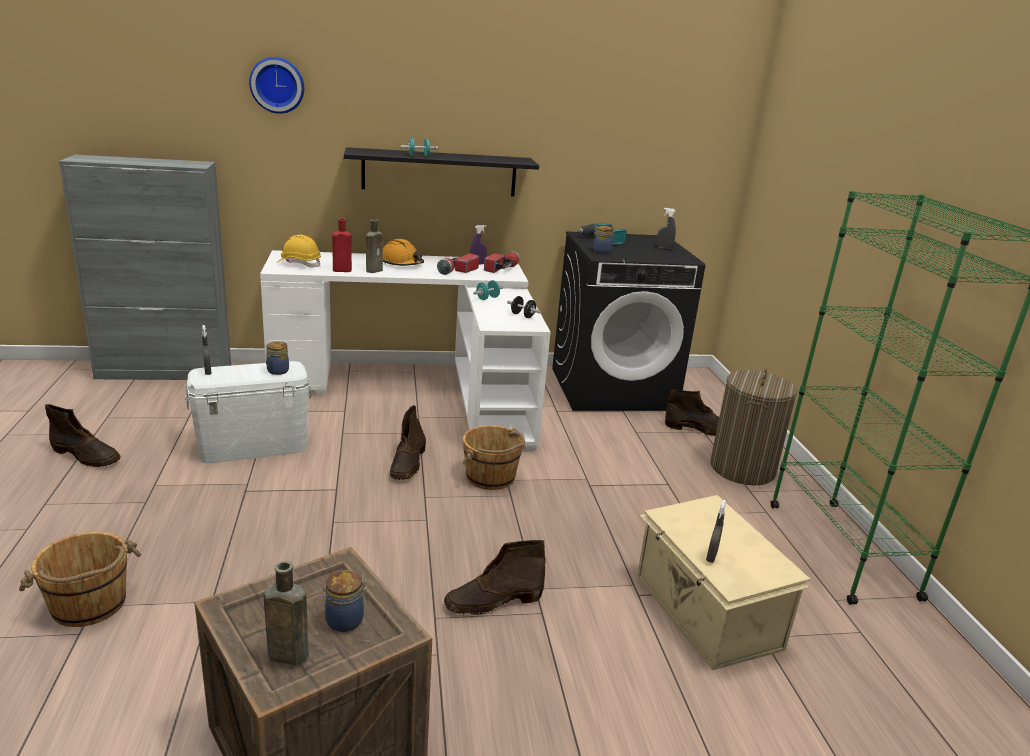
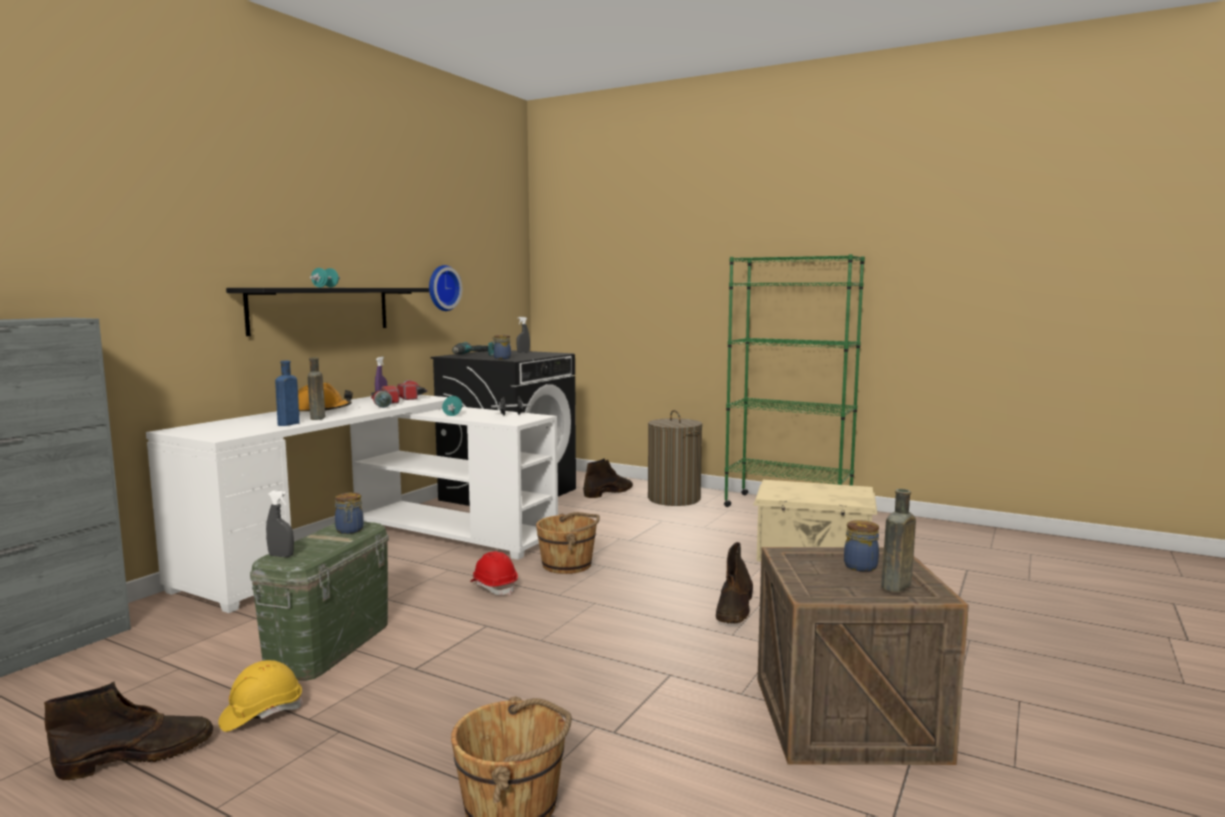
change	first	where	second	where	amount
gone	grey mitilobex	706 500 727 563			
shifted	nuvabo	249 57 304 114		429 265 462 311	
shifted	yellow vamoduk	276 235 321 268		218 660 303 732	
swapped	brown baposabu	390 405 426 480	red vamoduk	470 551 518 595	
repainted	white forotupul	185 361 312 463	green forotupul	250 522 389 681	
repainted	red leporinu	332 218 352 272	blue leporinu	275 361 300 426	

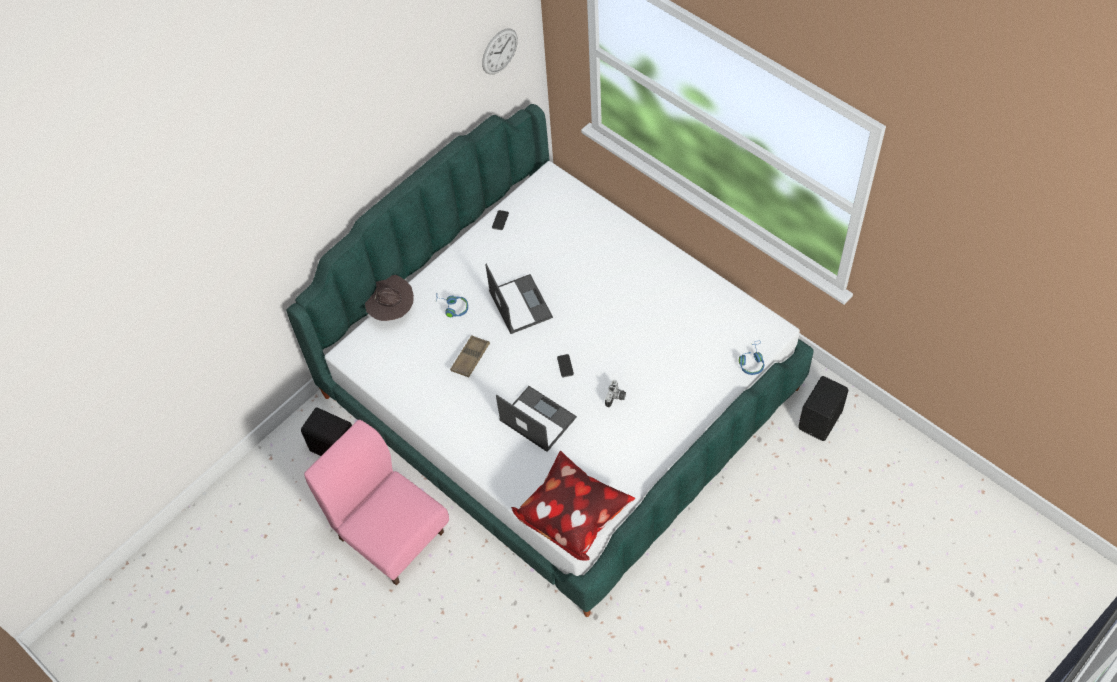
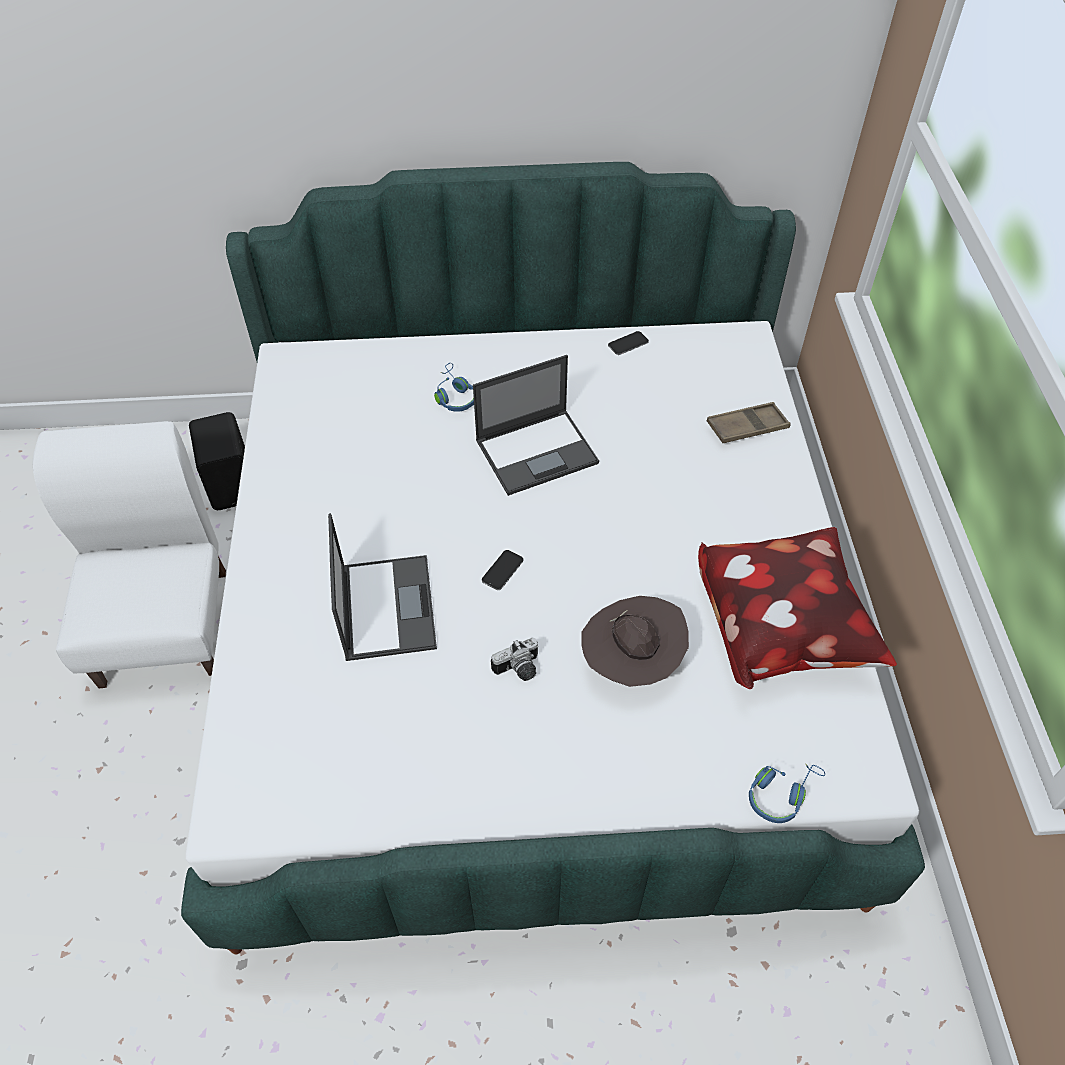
change	first	where	second	where	amount
gone	nuvabo	482 28 518 75			
gone	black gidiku	798 376 848 441			
shifted	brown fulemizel	365 275 414 321		581 596 689 687	
shifted	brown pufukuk	450 335 490 377		707 402 791 443	
shifted	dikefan	511 451 635 560		698 527 897 689	
repainted	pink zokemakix	304 420 449 586	white zokemakix	33 421 226 688	
rotated	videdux	485 264 553 334		473 355 599 496	45 degrees clockwise

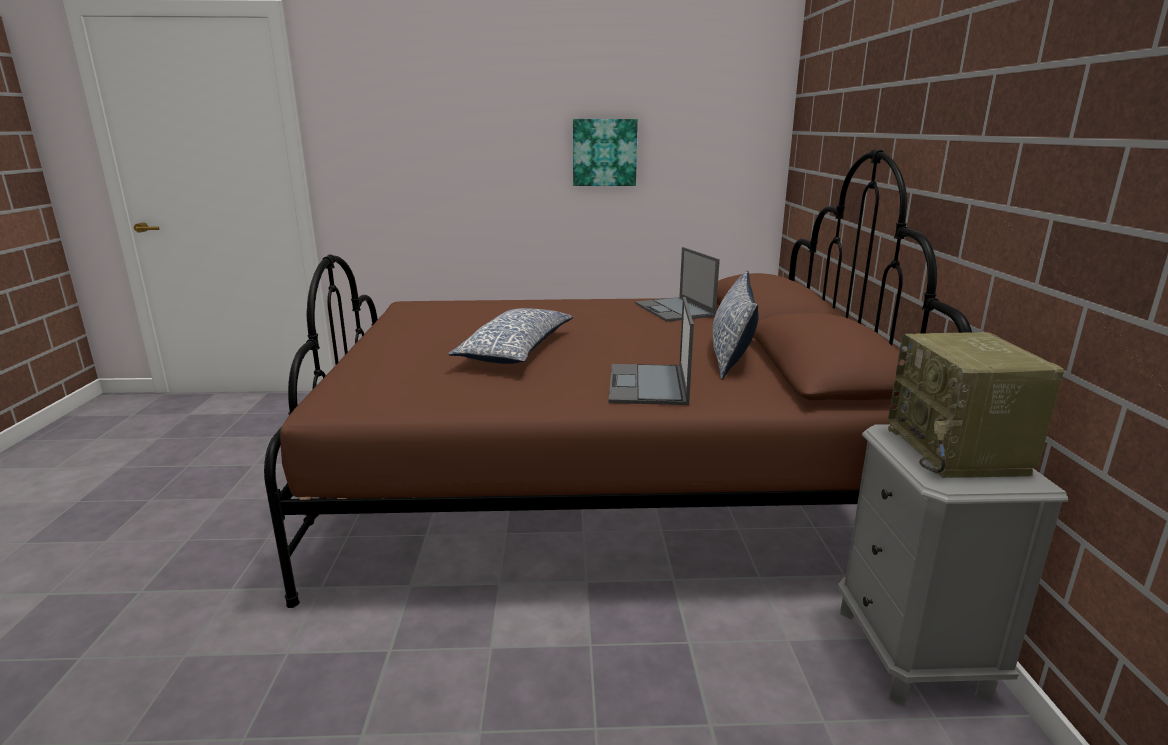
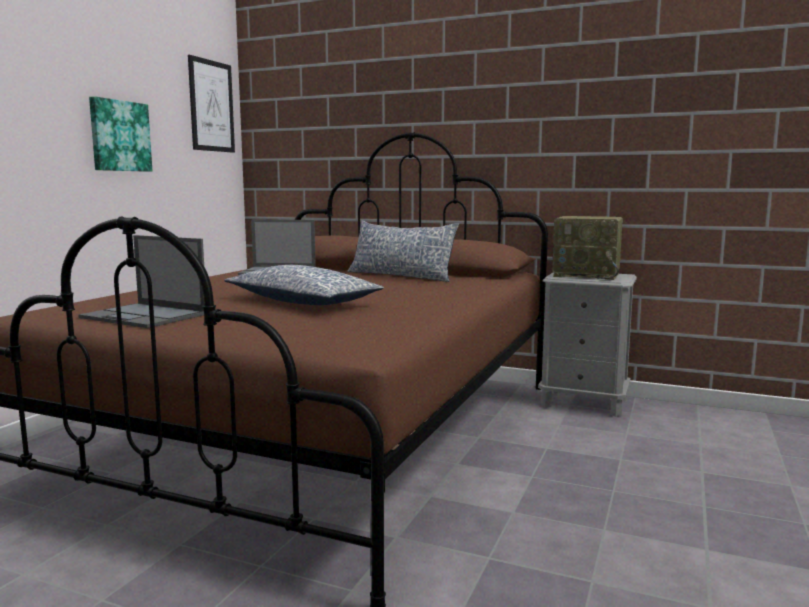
change	first	where	second	where	amount
new			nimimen	188 55 235 153	
shifted	videdux	609 297 694 405		78 235 204 328	

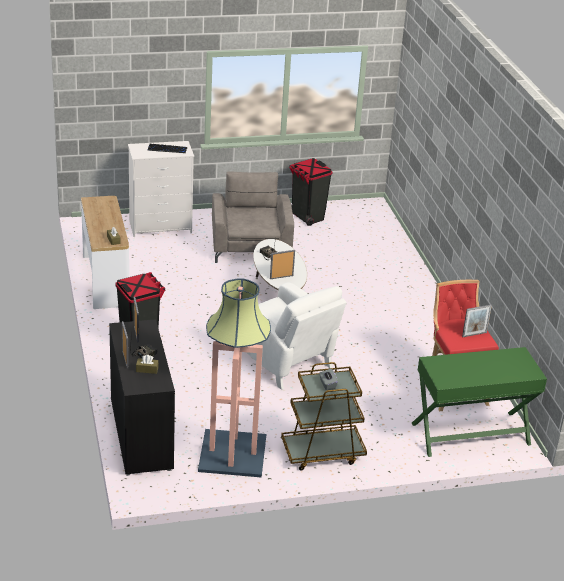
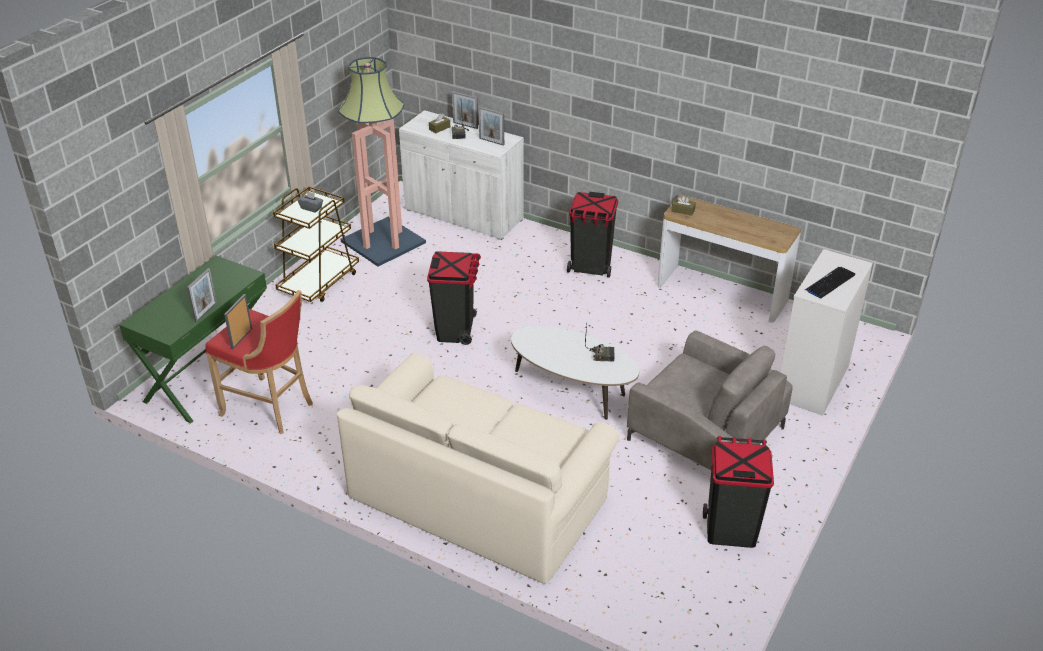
change	first	where	second	where	amount
new			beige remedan	337 353 619 584	
shifted	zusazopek	270 250 295 279		187 268 217 322	
swapped	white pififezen	246 282 346 390	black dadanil	427 251 481 345	
repainted	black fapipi	109 319 175 476	white fapipi	399 110 524 240	

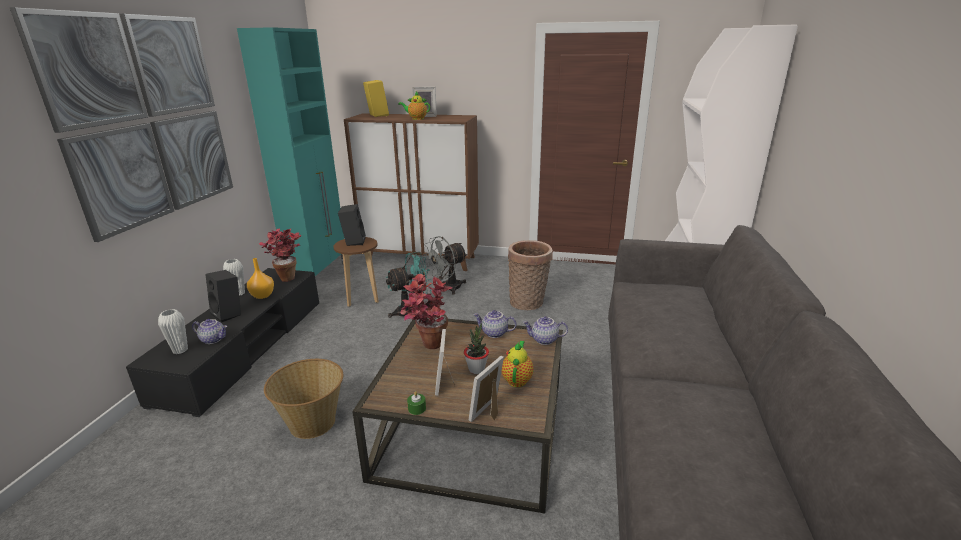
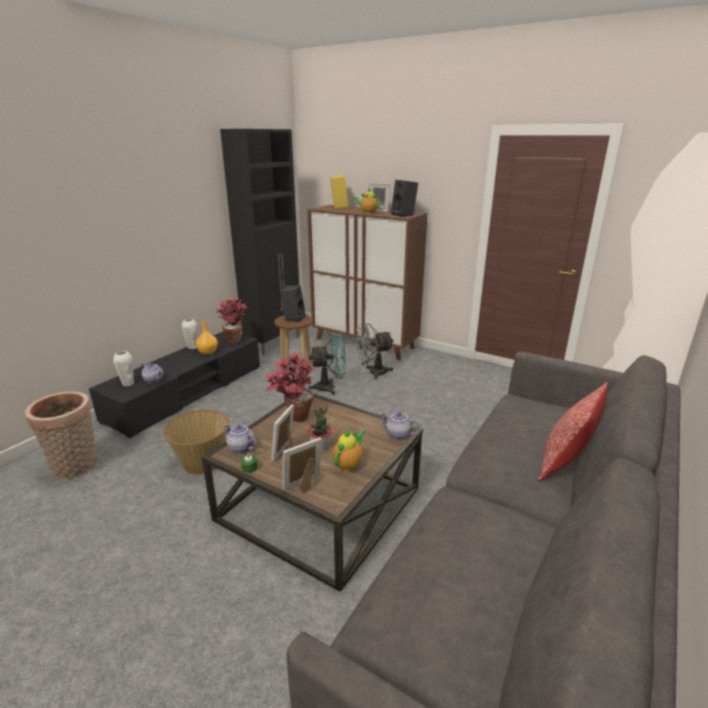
change	first	where	second	where	amount
gone	nimimen	9 7 233 242			
new			dikefan	538 382 608 482	
shifted	black gidiku	205 270 241 322		391 180 418 217	
shifted	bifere	473 310 516 338		223 424 257 454	
shifted	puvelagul	508 240 553 310		25 391 98 479	
repainted	turquoise fapipi	237 27 345 276	black fapipi	220 129 299 355	

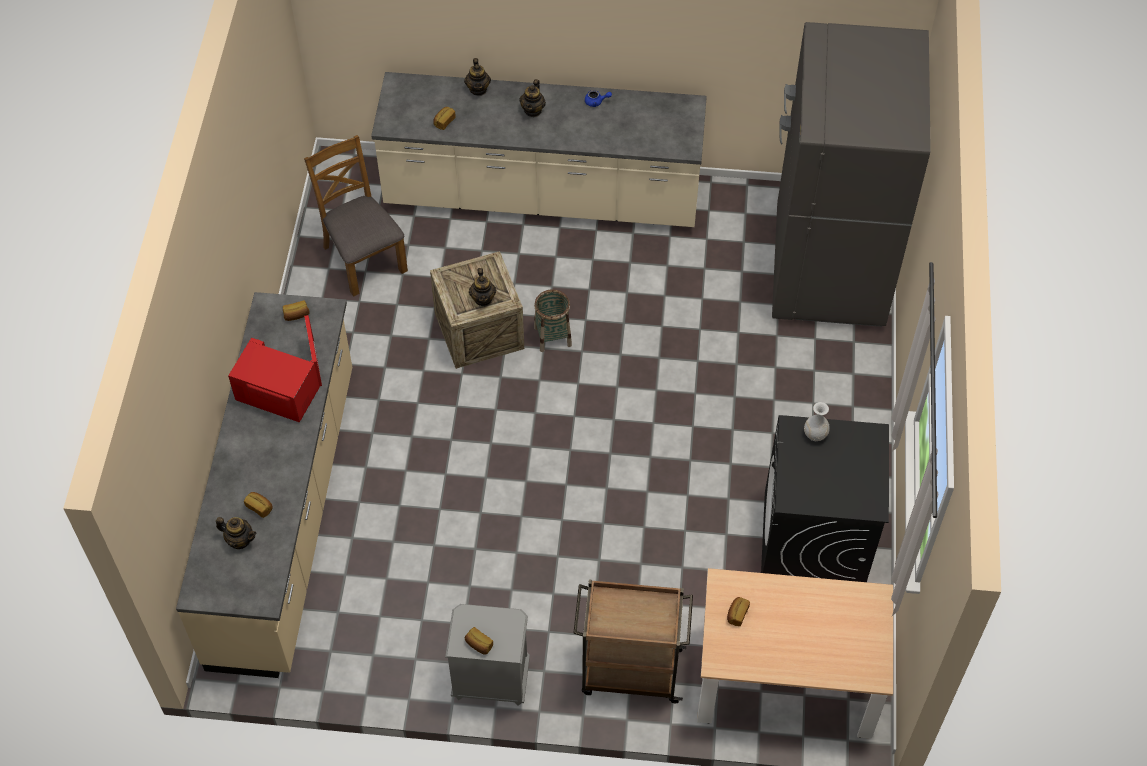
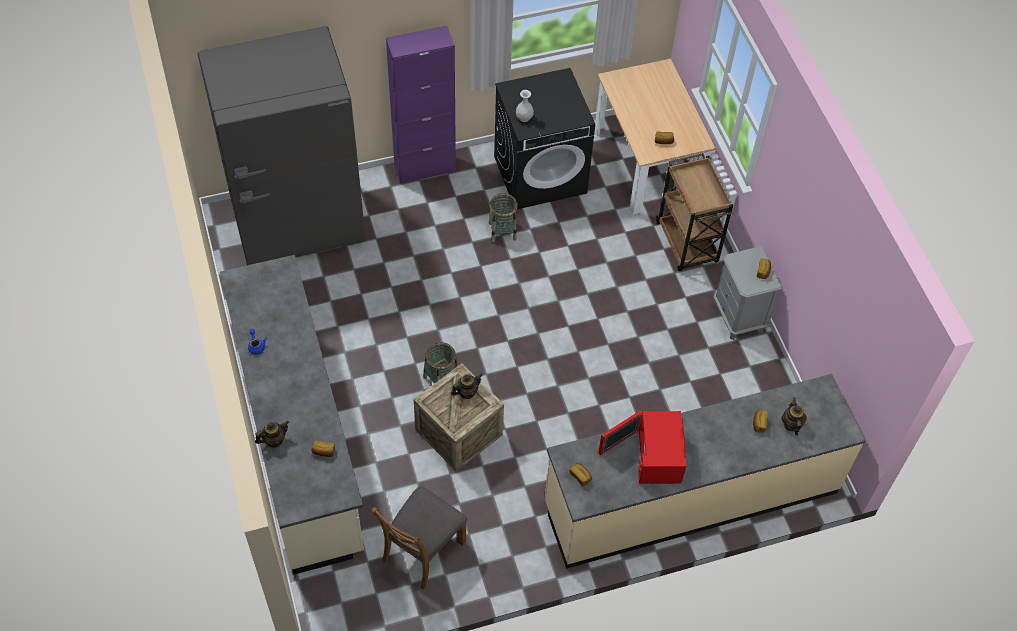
change	first	where	second	where	amount
gone	bifere	520 79 546 117			
new			purple fapipi	386 25 456 184	
new			puvelagul	489 193 518 242	

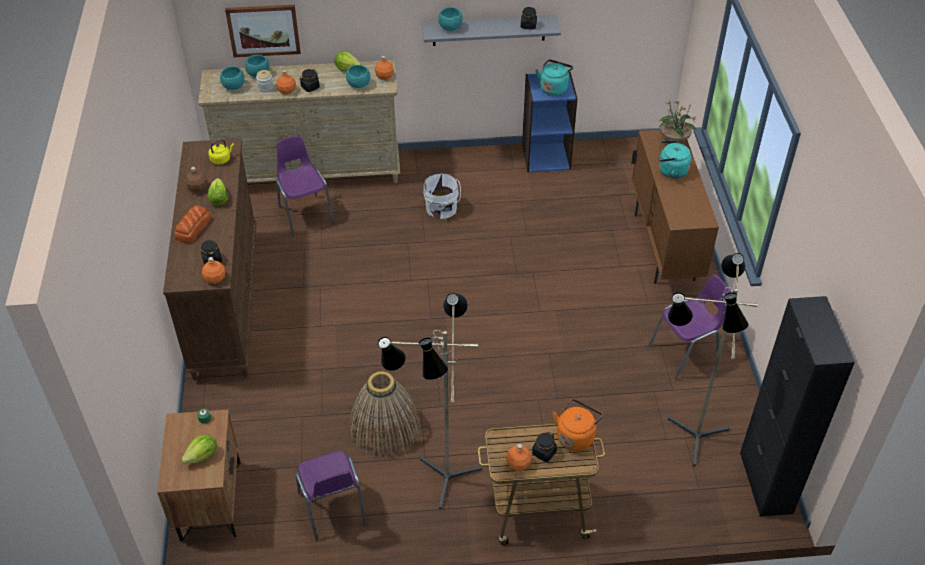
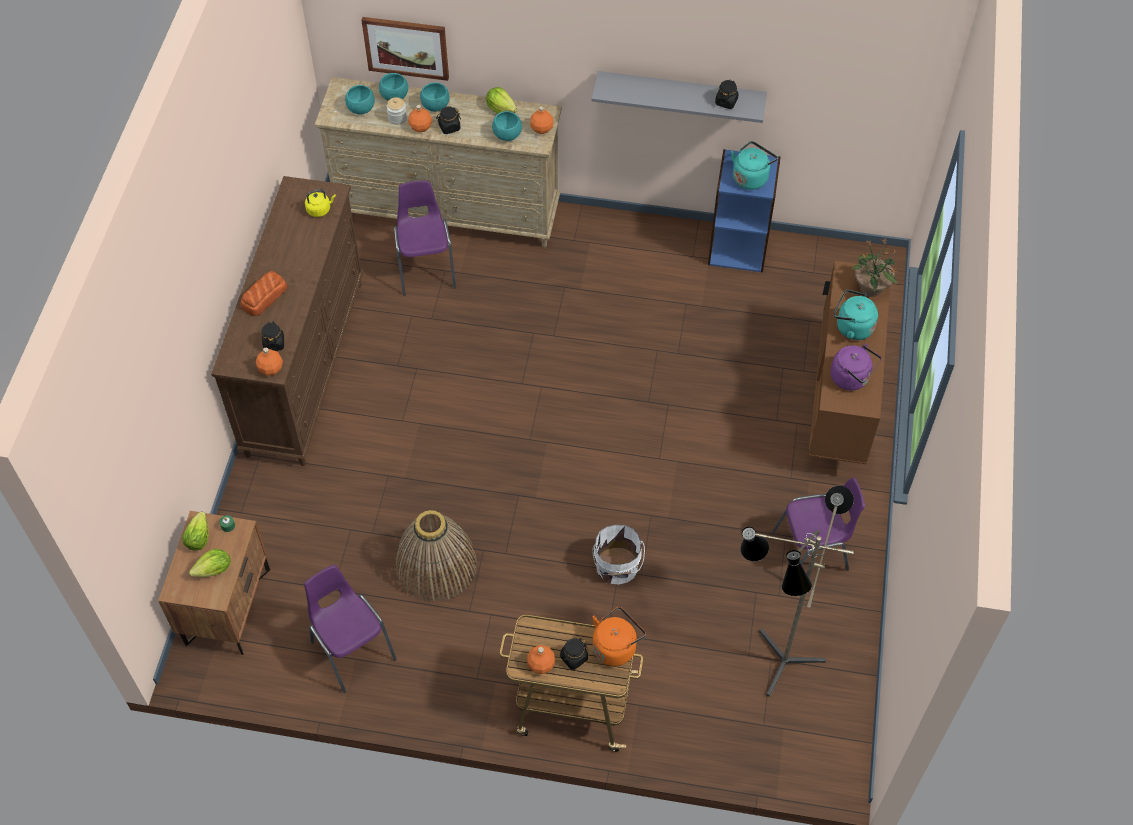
change	first	where	second	where	amount
gone	brown leporinu	185 167 208 192			
gone	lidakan	378 293 482 510			
gone	black fapipi	740 296 855 517			
new			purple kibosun	831 344 881 390	
shifted	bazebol	207 178 228 206		182 512 209 551	
shifted	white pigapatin	423 173 461 219		592 524 645 584	
shifted	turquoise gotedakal	438 7 462 31		420 82 450 112	
rotated	purple zokemakix	295 451 366 541		304 565 397 693	150 degrees clockwise

